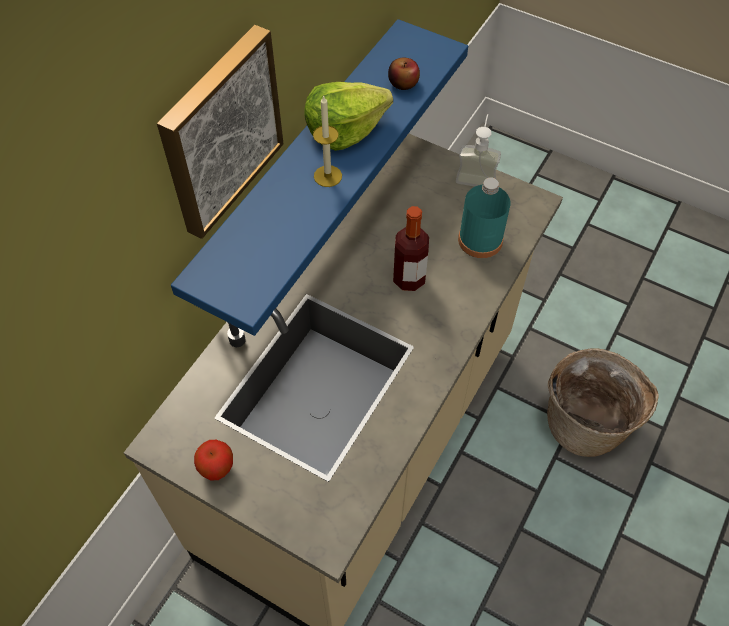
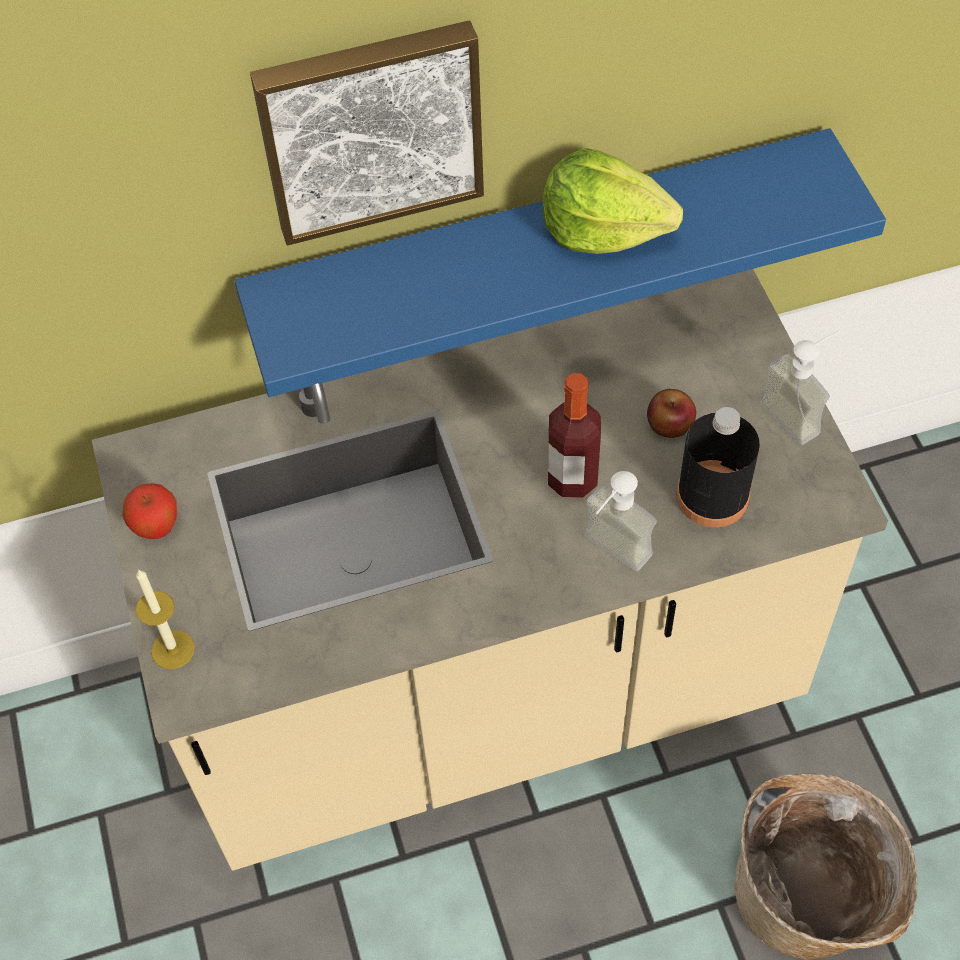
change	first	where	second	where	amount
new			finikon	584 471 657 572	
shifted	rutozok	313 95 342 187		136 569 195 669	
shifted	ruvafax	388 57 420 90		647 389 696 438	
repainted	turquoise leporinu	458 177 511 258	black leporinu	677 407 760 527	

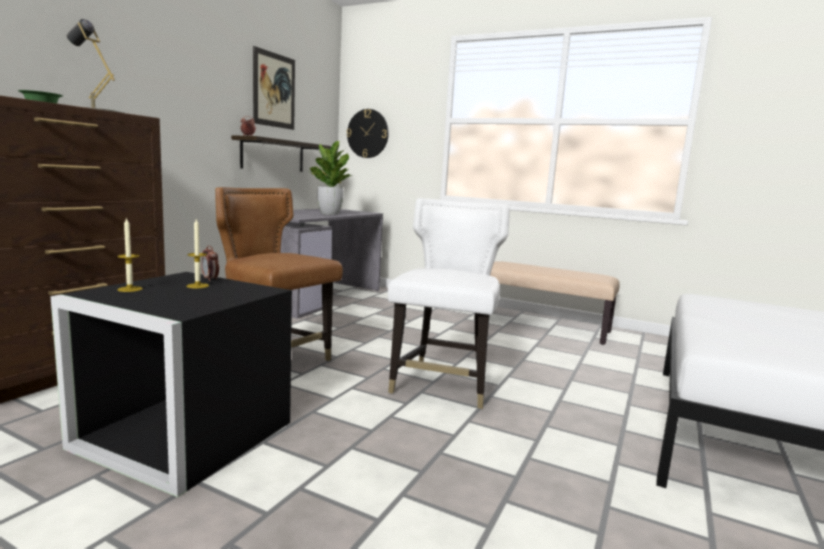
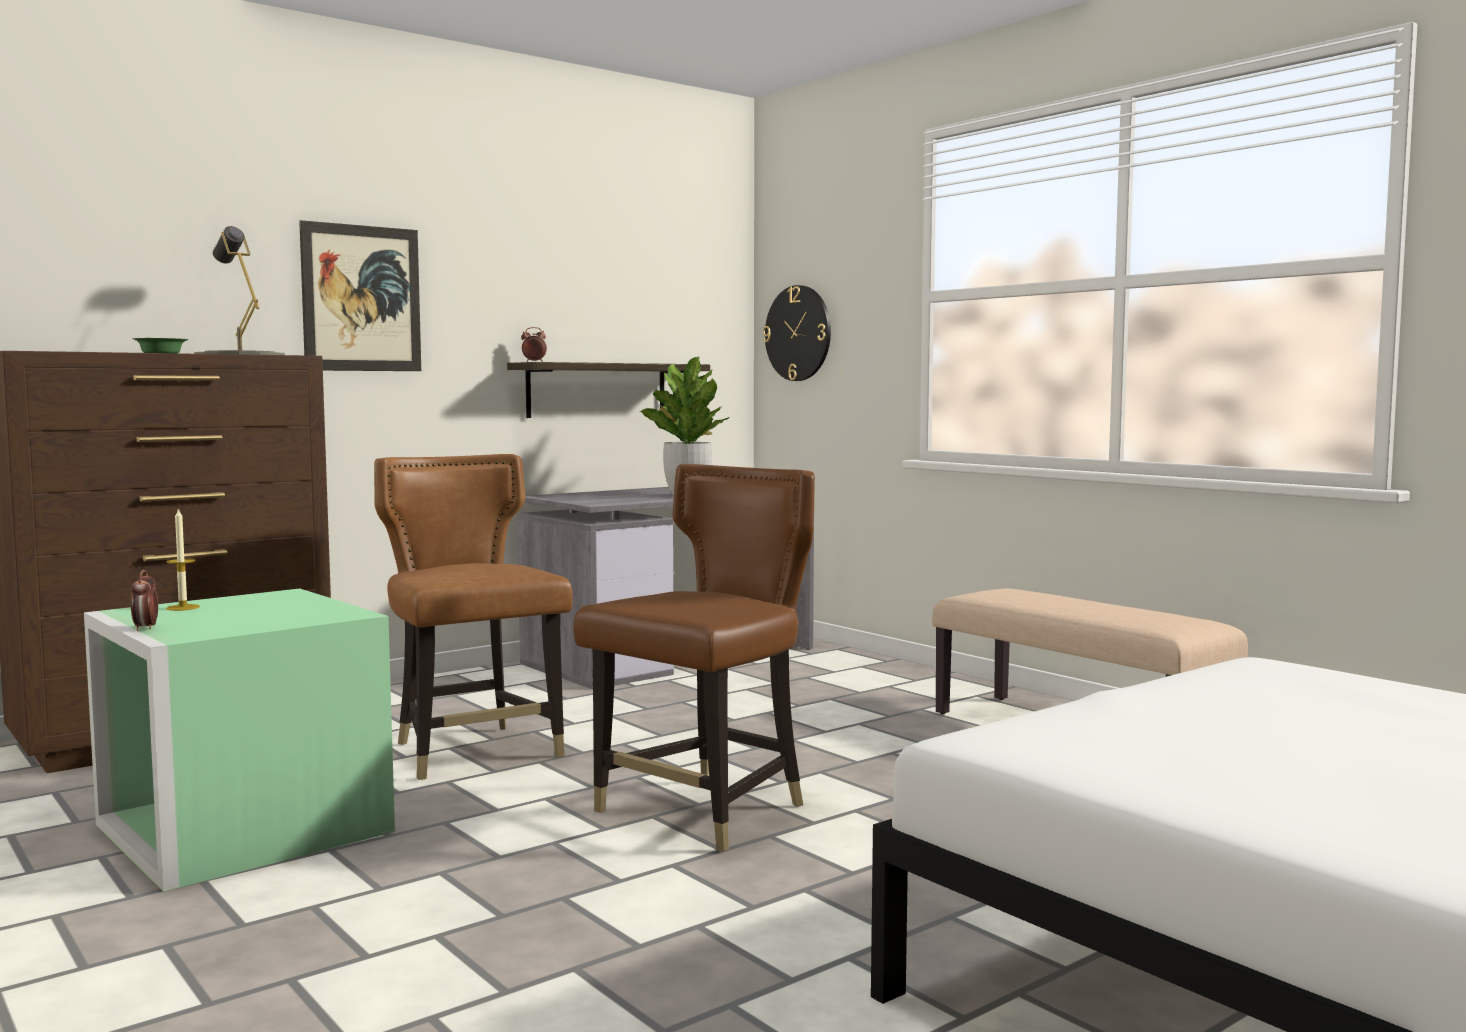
change	first	where	second	where	amount
gone	rutozok	187 219 209 288			
shifted	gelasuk	201 245 219 281		131 570 158 631	
shifted	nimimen	253 46 295 130		299 220 421 371	
repainted	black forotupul	50 272 292 497	green forotupul	84 589 395 892	
repainted	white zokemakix	388 198 510 409	brown zokemakix	573 464 815 852	

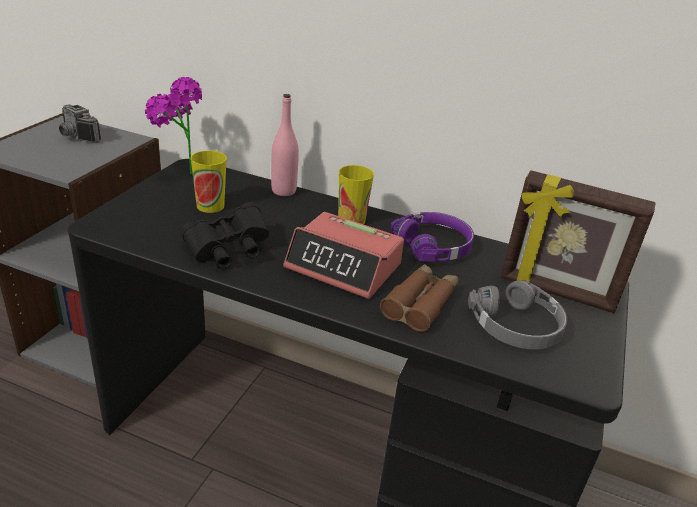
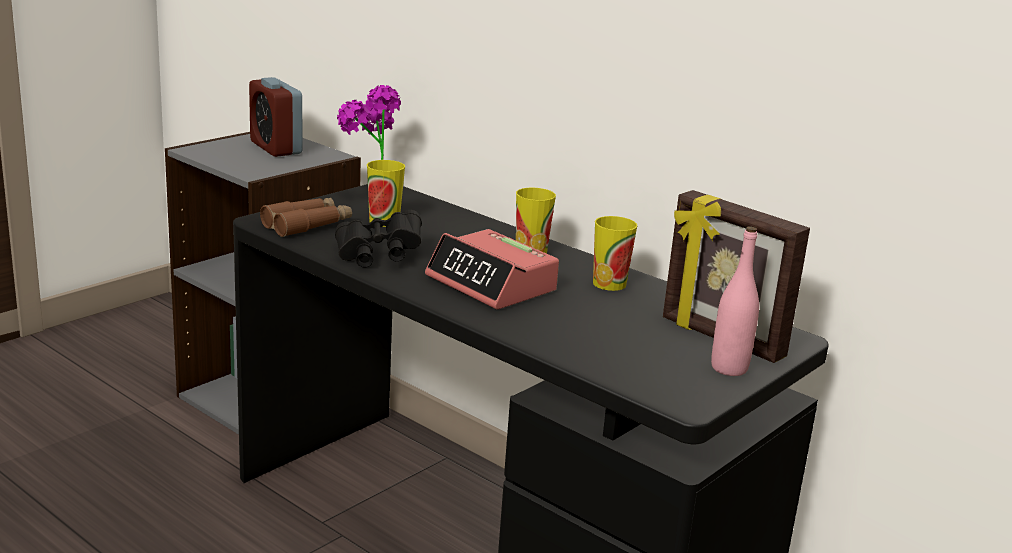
change	first	where	second	where	amount
gone	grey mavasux	468 280 567 349			
shifted	pink leporinu	271 94 299 196		711 226 759 376	
shifted	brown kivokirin	380 264 458 332		260 198 352 237	
swapped	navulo	59 105 101 143	gelasuk	249 77 302 157	
swapped	purple mavasux	390 212 474 262	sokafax	593 216 637 291	

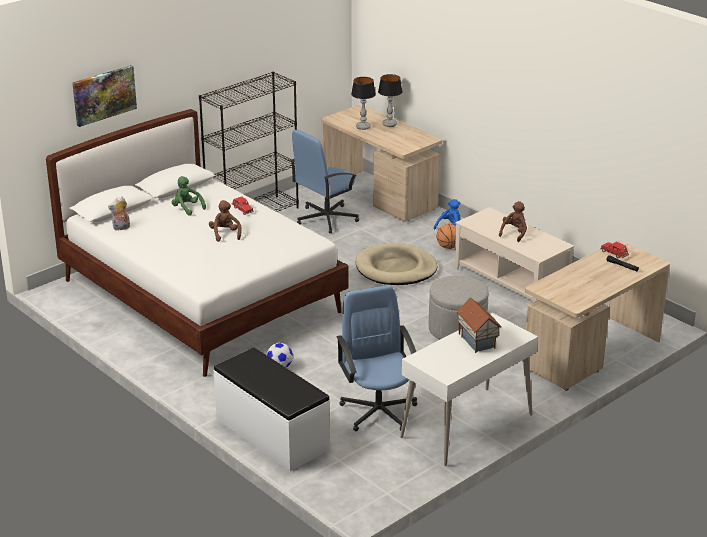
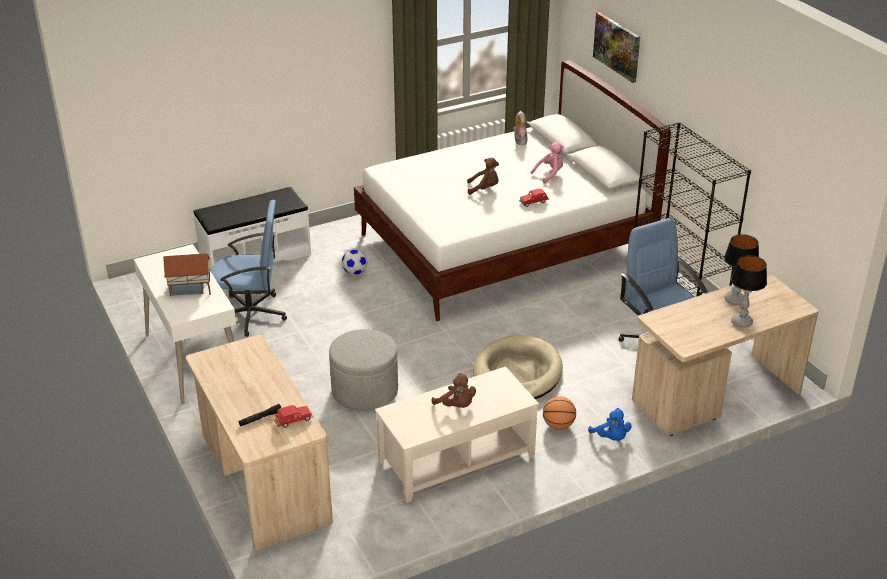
change	first	where	second	where	amount
repainted	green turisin	172 176 206 216	pink turisin	531 142 564 184	

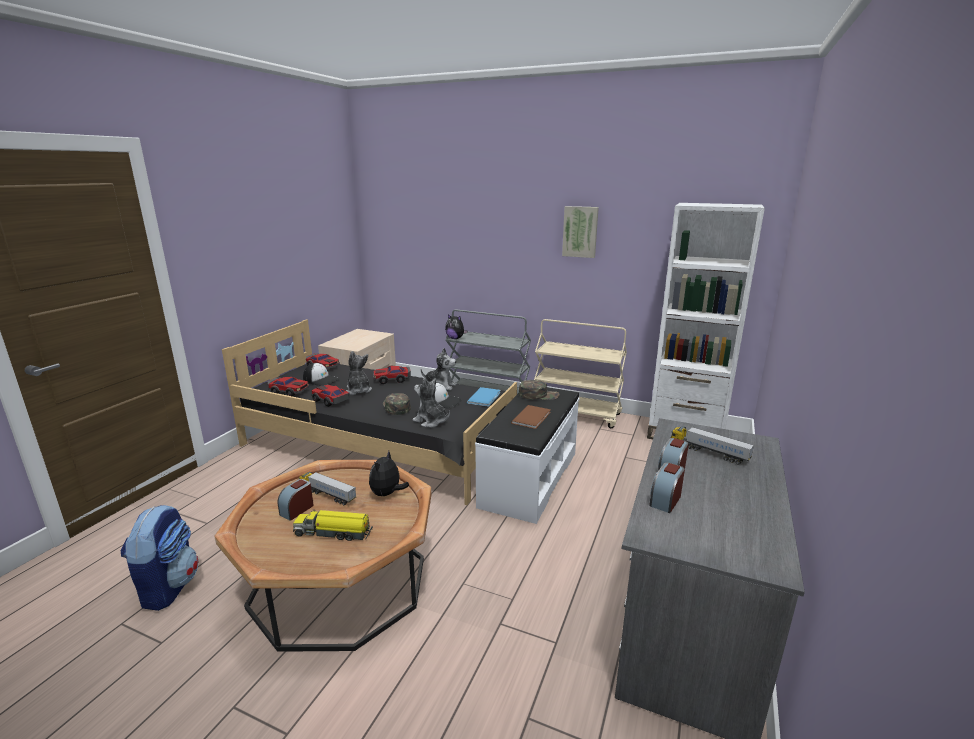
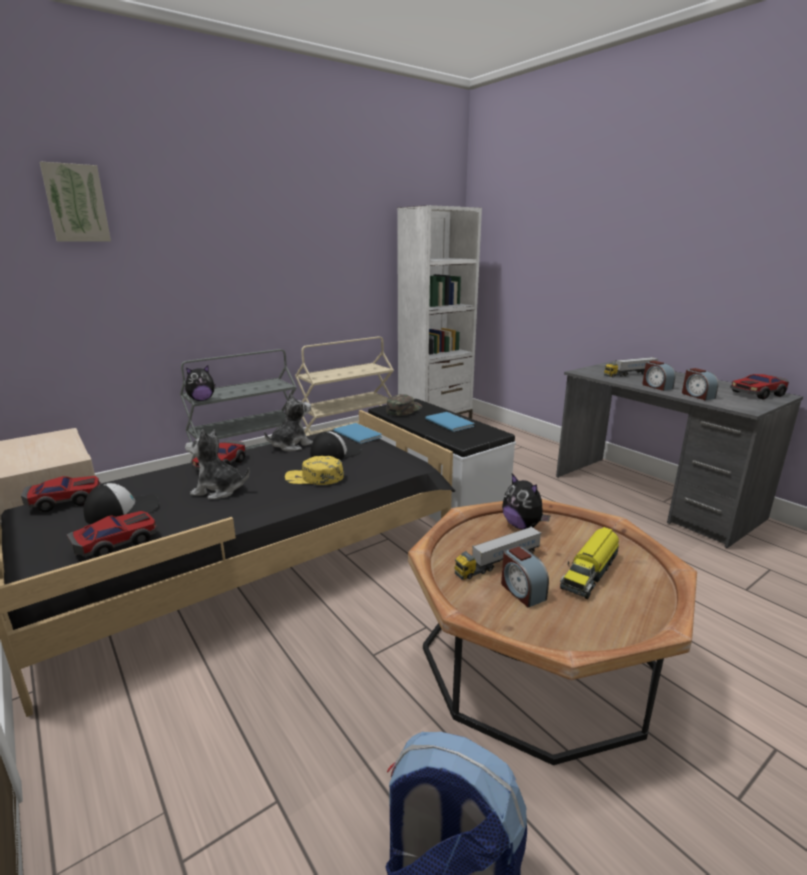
change	first	where	second	where	amount
gone	turisin	412 378 450 428			
shifted	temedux	311 385 350 407		730 374 789 399	
shifted	nimimen	562 206 599 258		39 161 111 242	
repainted	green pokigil	383 393 411 415	yellow pokigil	285 456 344 485	
repainted	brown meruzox	511 405 551 429	blue meruzox	425 412 474 432	

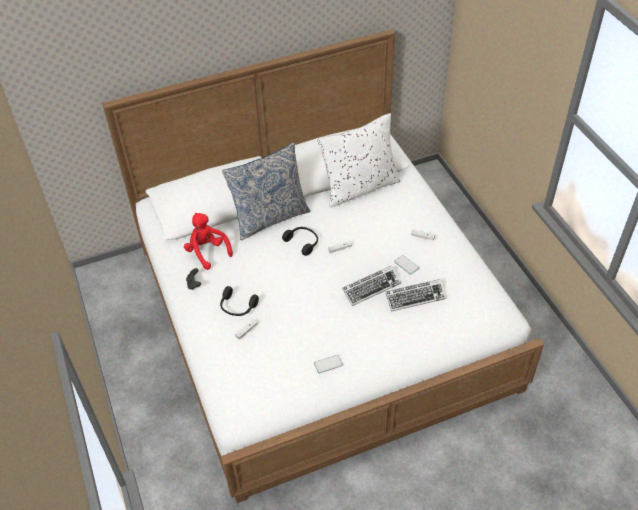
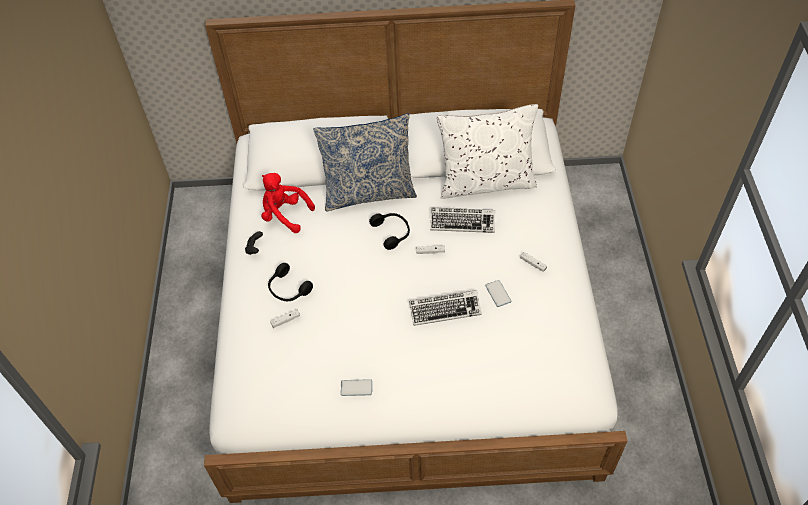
change	first	where	second	where	amount
shifted	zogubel	386 279 446 312		430 208 495 233	
rotated	red turisin	184 213 233 270		261 173 315 233	45 degrees counterclockwise

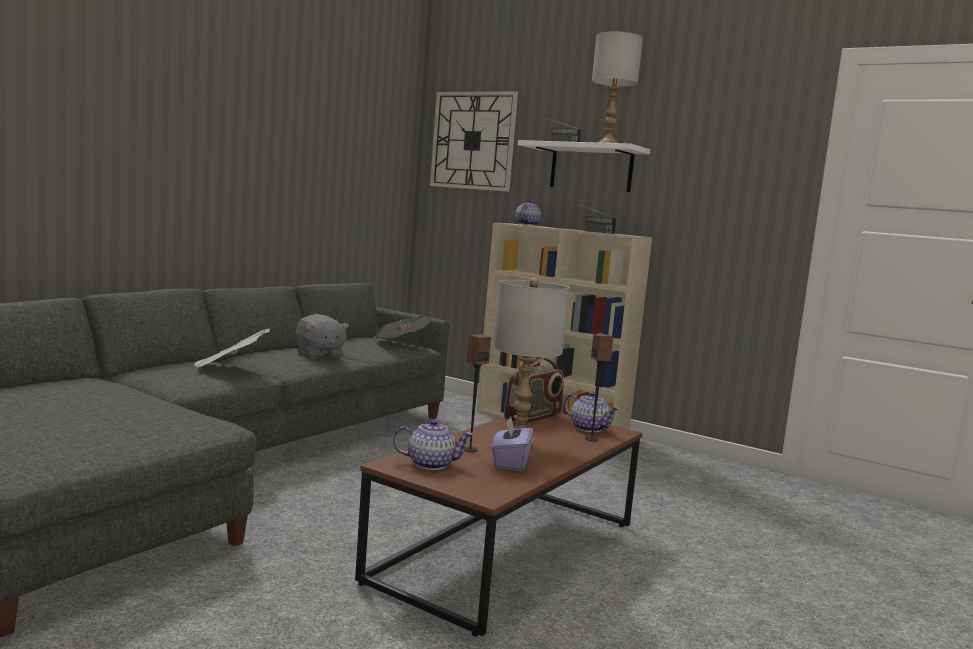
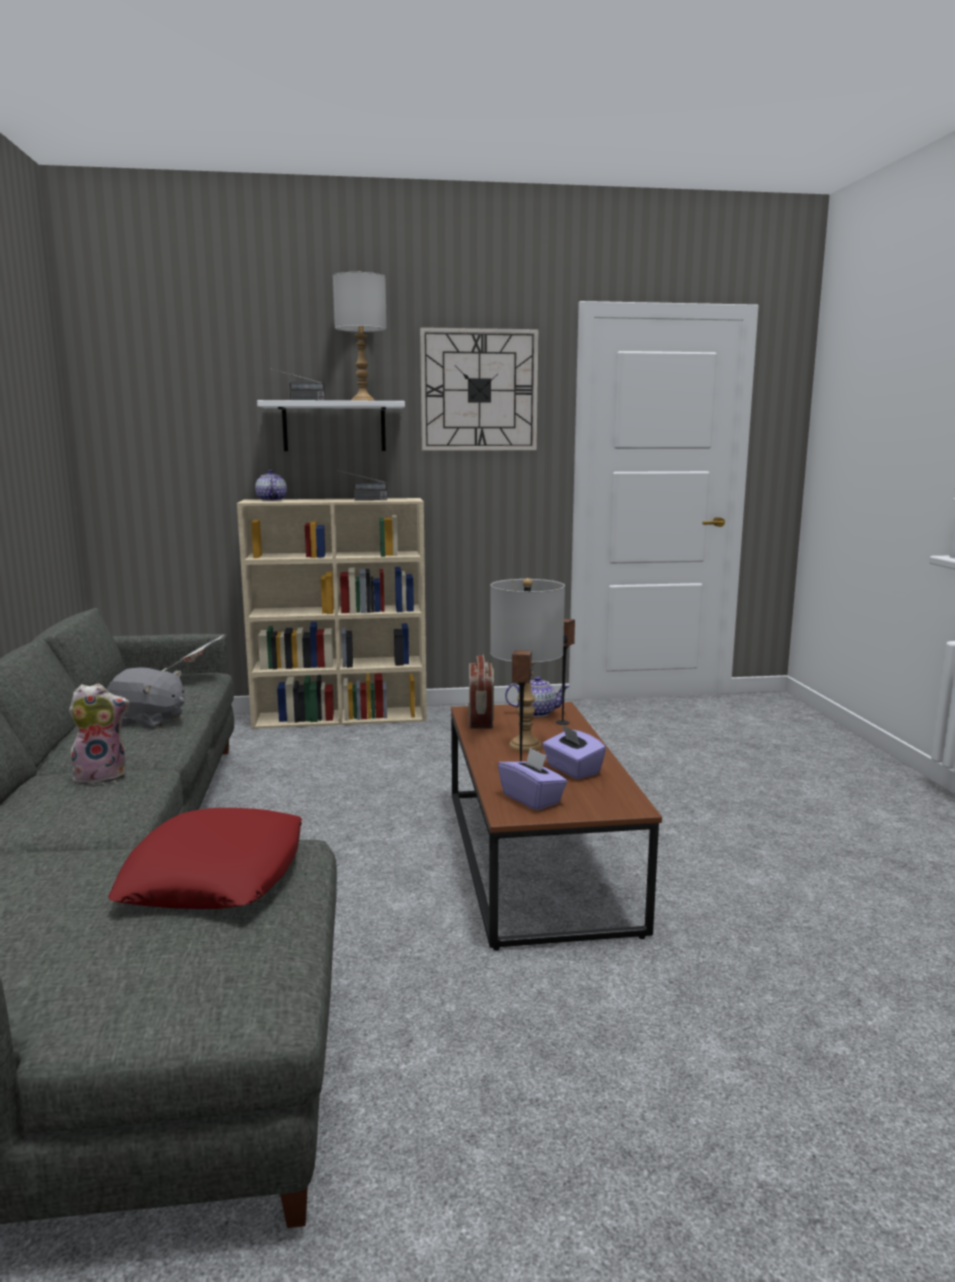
change	first	where	second	where	amount
new			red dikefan	108 808 302 909	
shifted	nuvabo	430 91 518 192		420 327 539 451	
swapped	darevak	194 329 270 368	turisin	69 684 130 785	
swapped	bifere	393 419 473 470	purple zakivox	498 747 567 810	

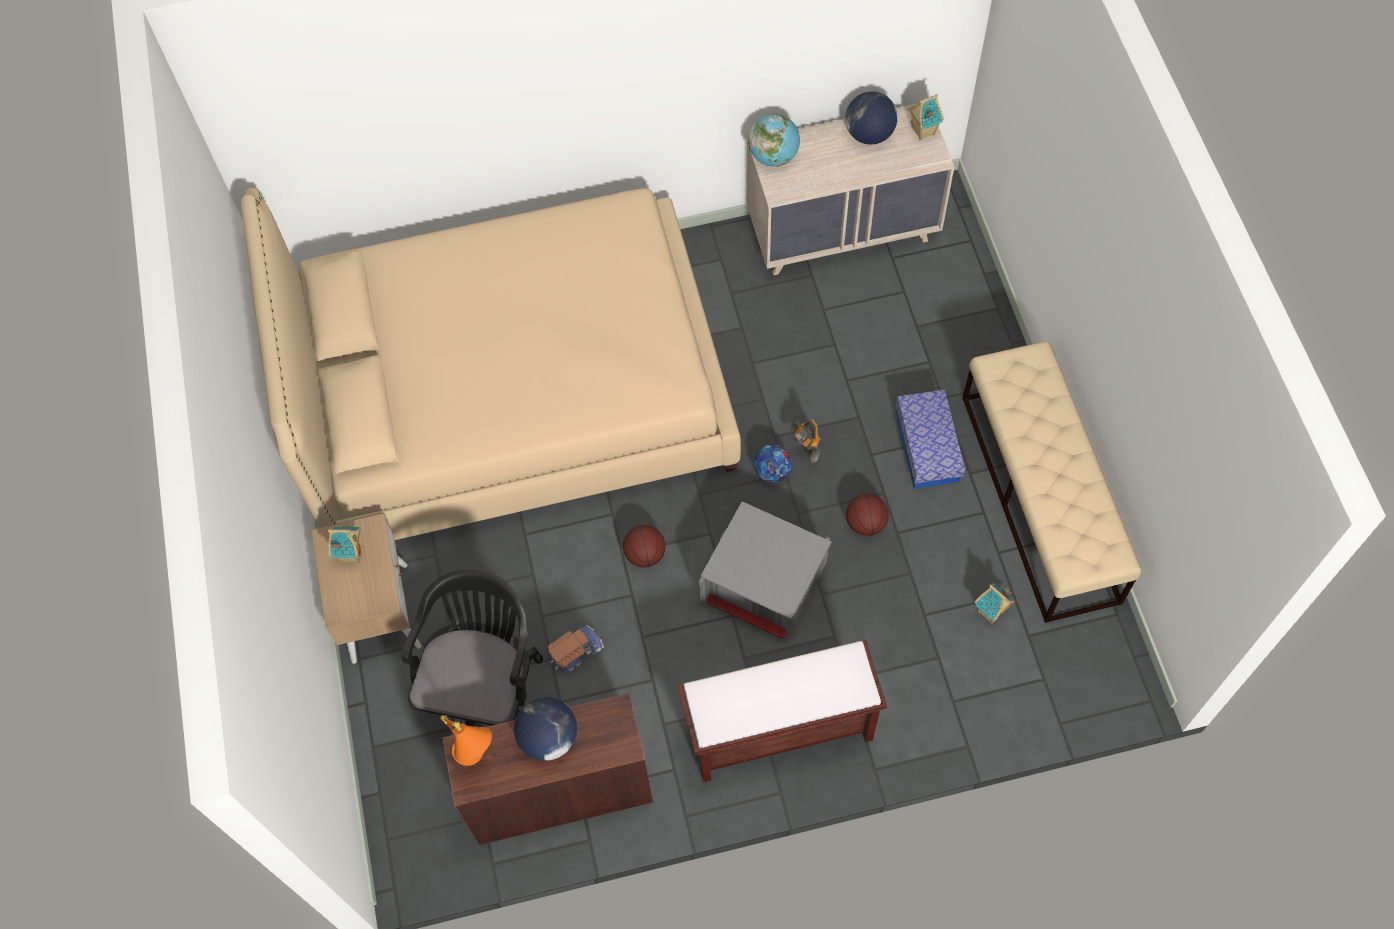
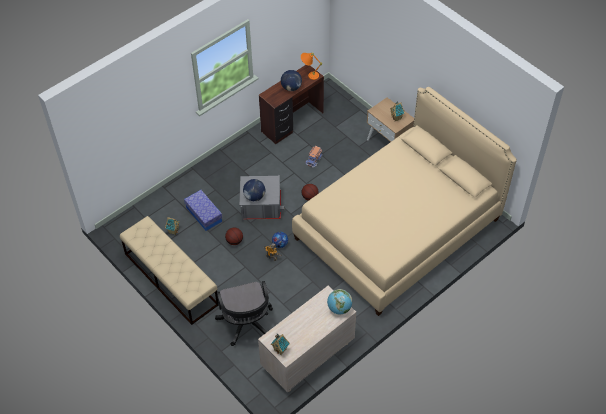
change	first	where	second	where	amount
gone	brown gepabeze	678 640 887 782			
shifted	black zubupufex	401 569 543 727		215 281 273 346	
shifted	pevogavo	845 91 898 145		243 179 265 201	
shifted	forotupul	896 390 965 489		184 190 222 231	

